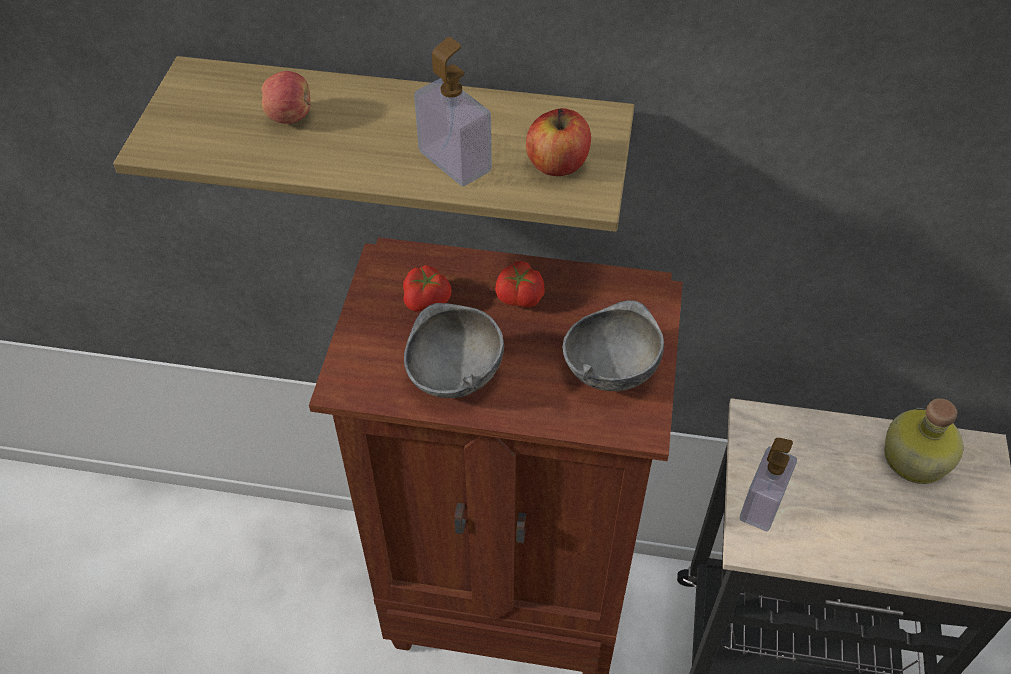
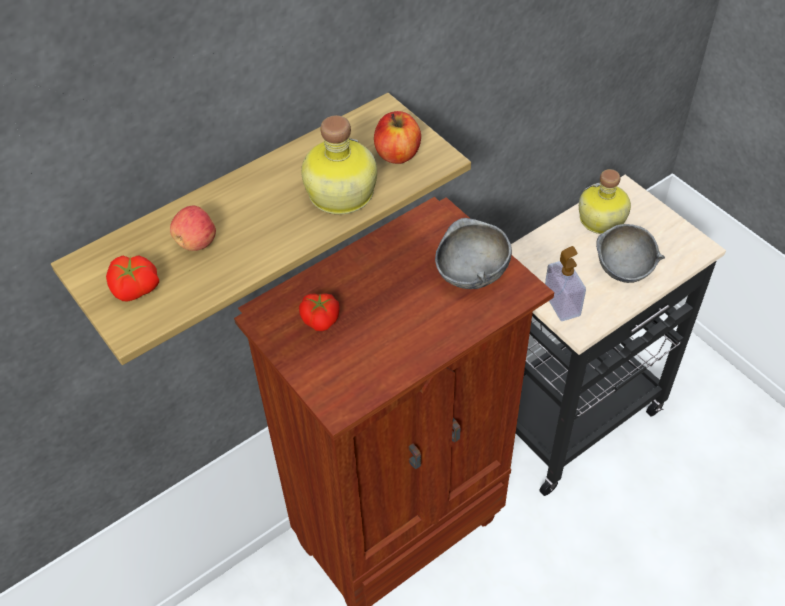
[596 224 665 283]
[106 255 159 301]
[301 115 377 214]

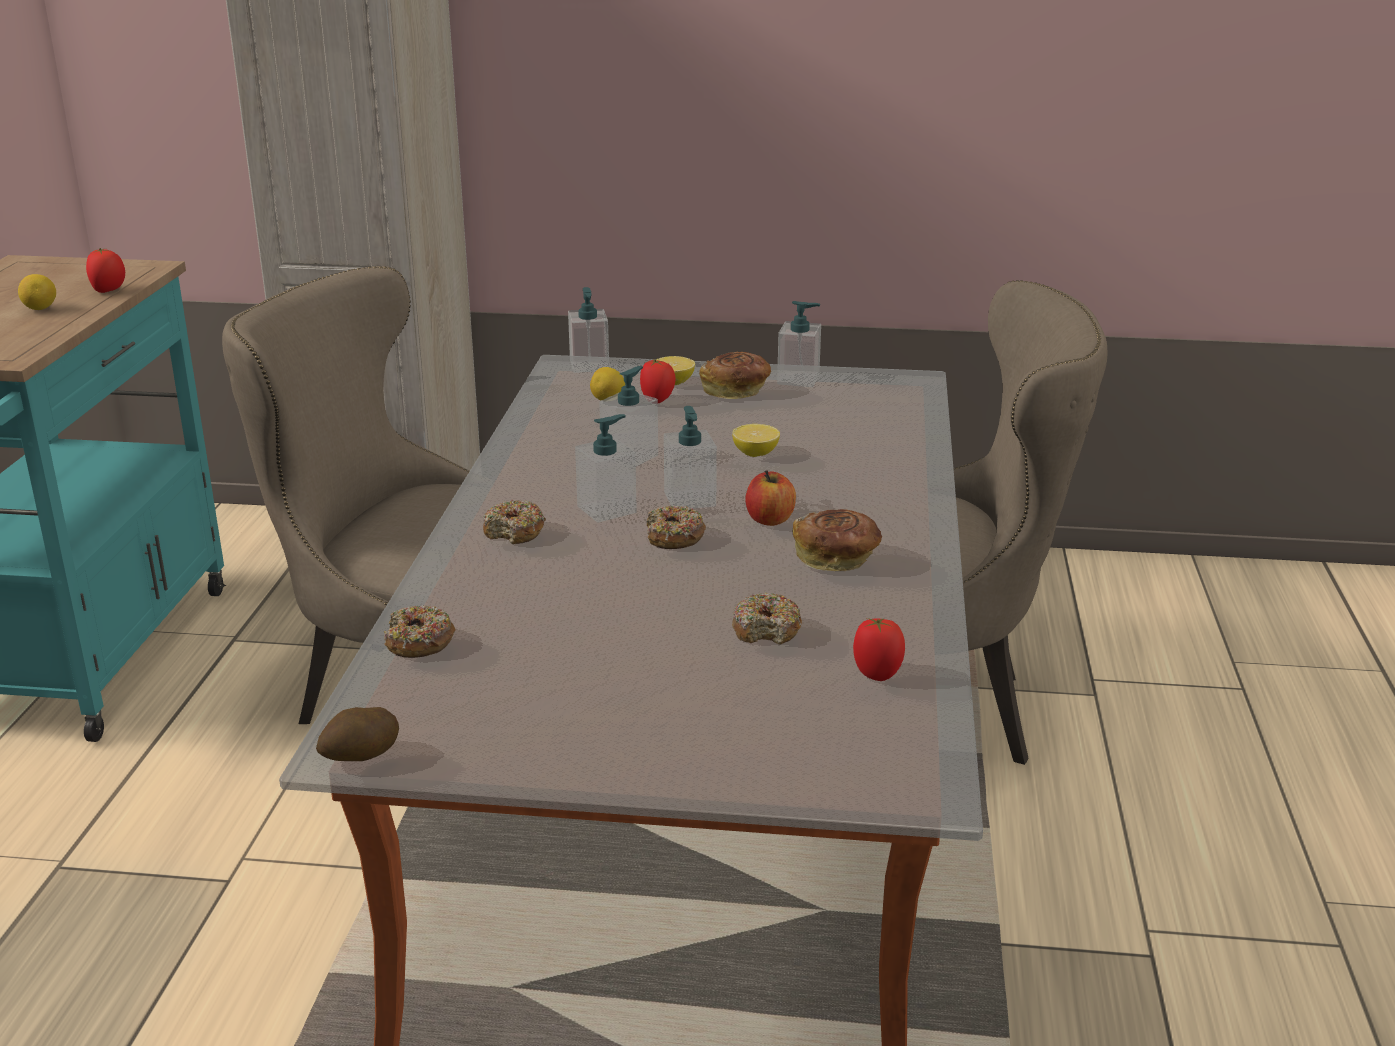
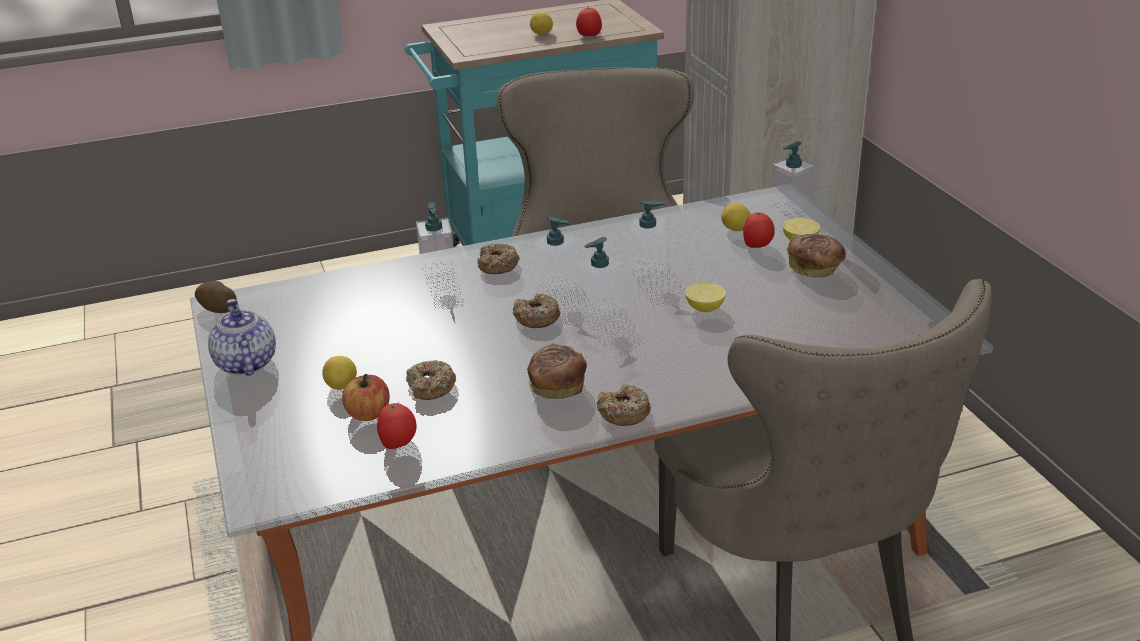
[208 299 276 376]
[322 356 357 390]
[597 384 651 426]
[342 374 390 421]
[416 202 456 278]

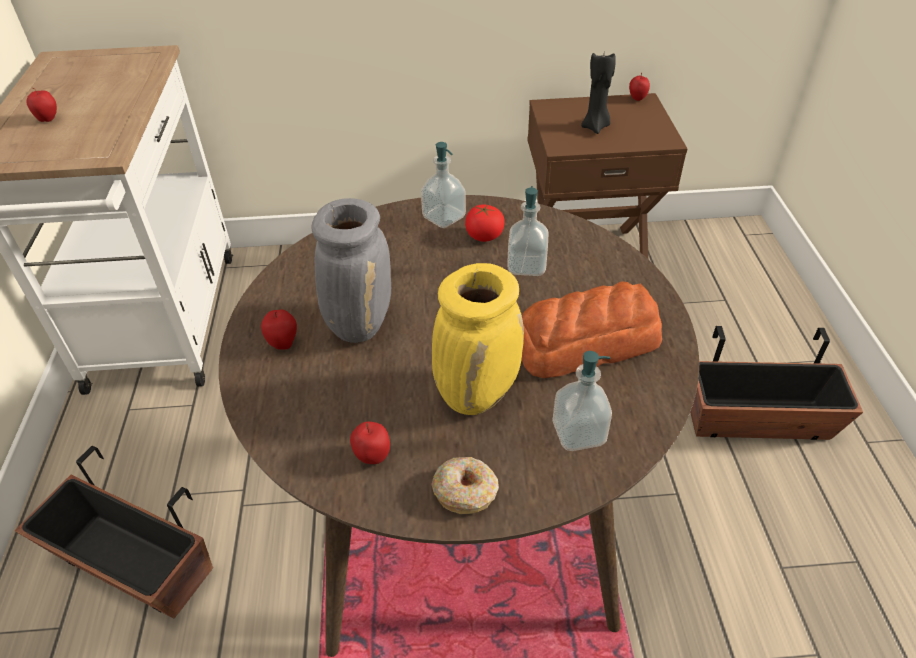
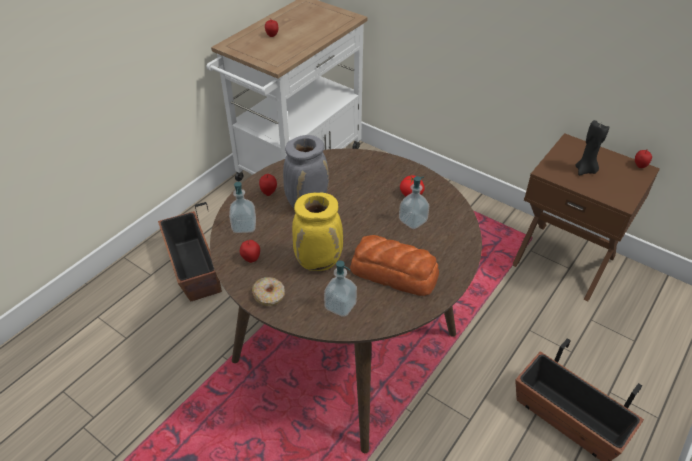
[229 182 256 233]

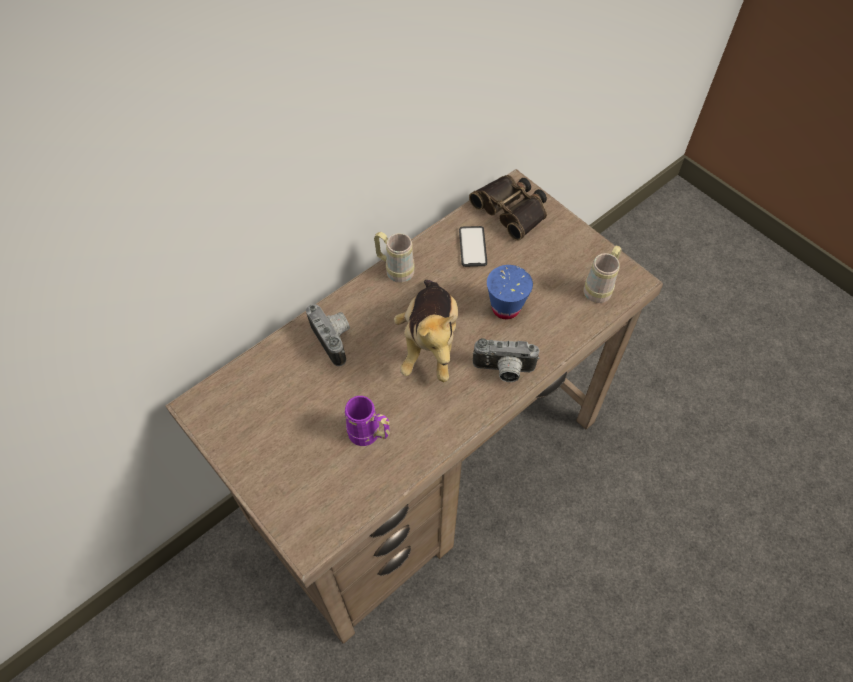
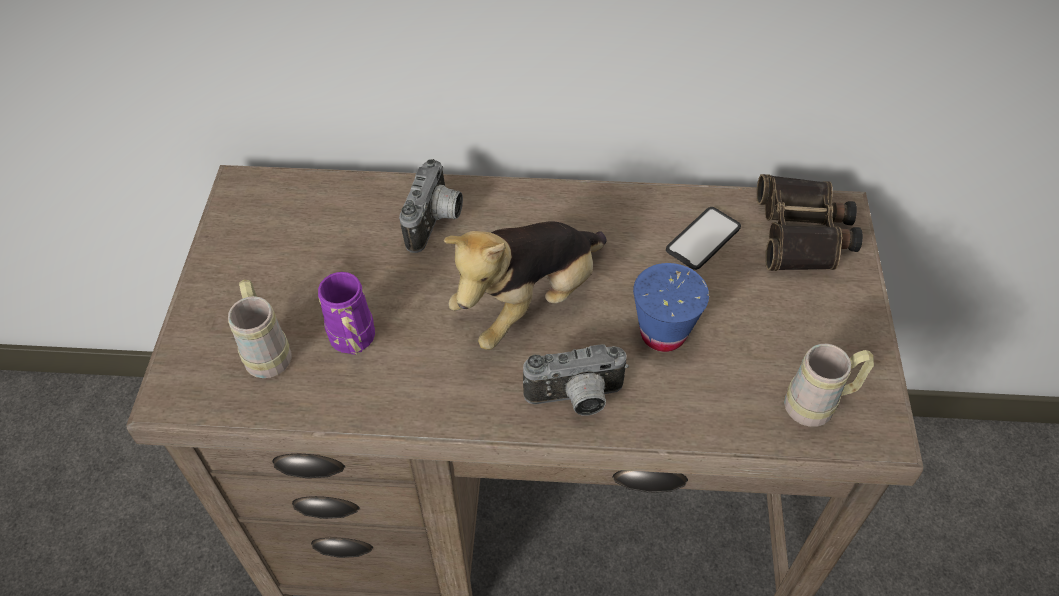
[228 279 292 378]
[523 344 629 416]

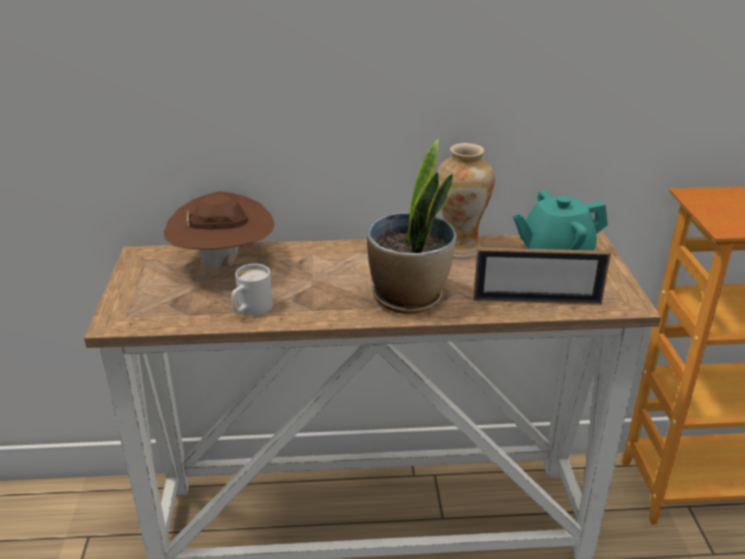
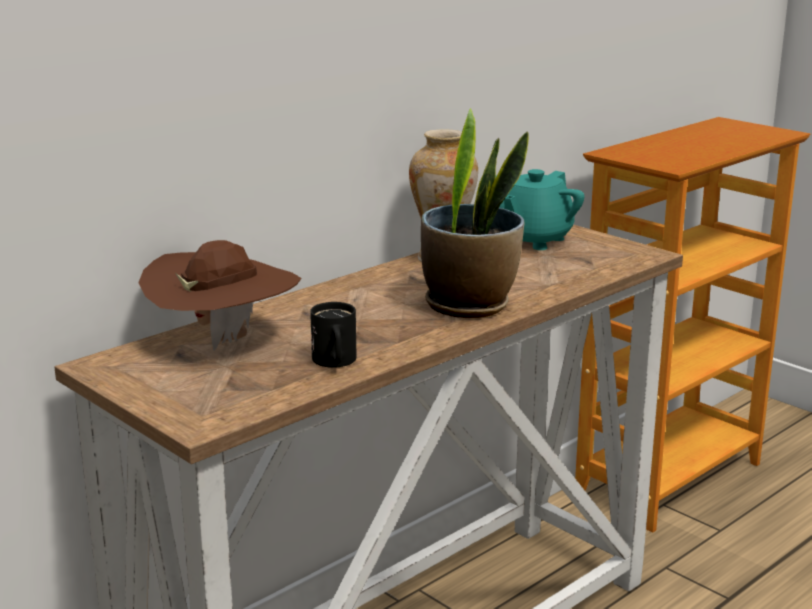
[474 247 611 305] (first image)
[310 302 356 368]

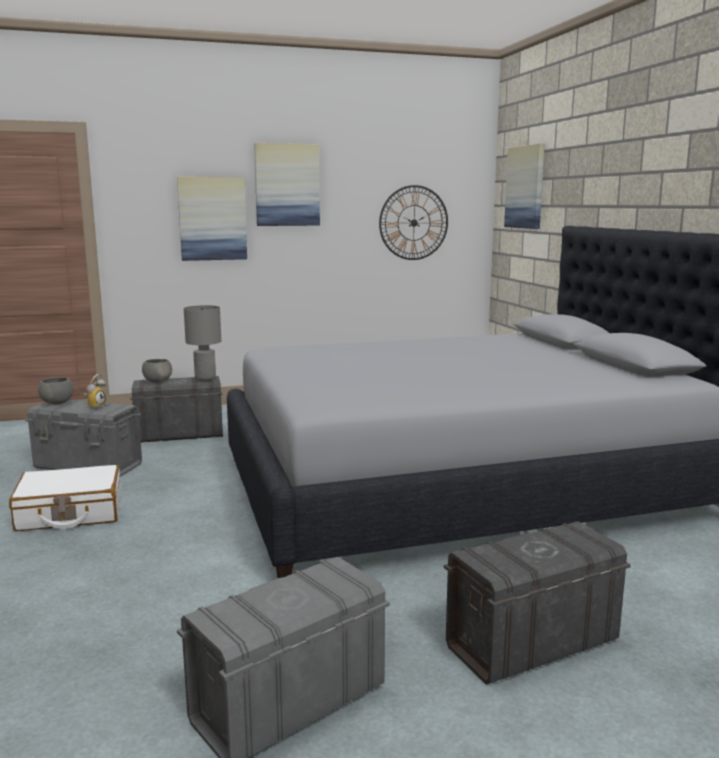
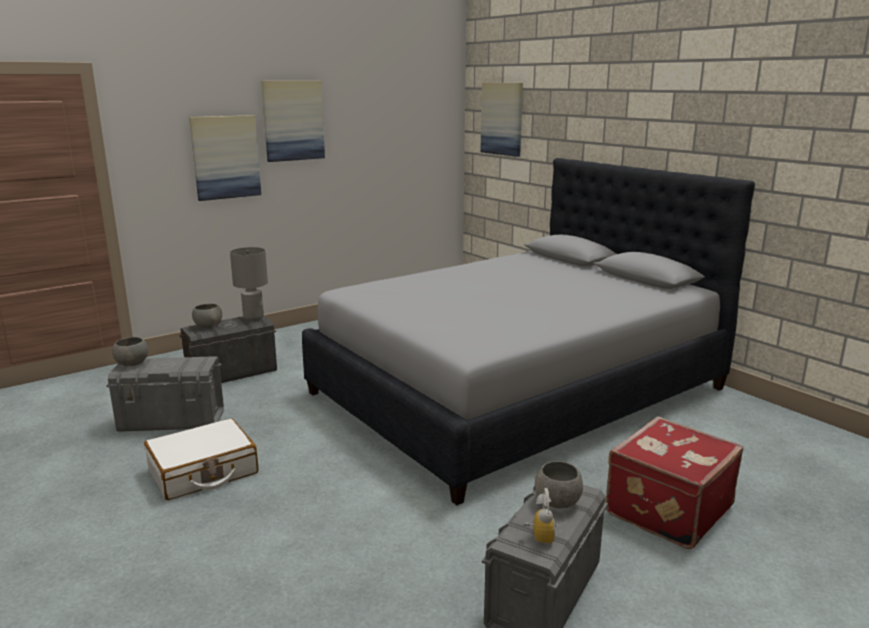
[379 185 448 260] (first image)
[535 461 583 508]
[523 488 556 545]
[605 416 744 549]

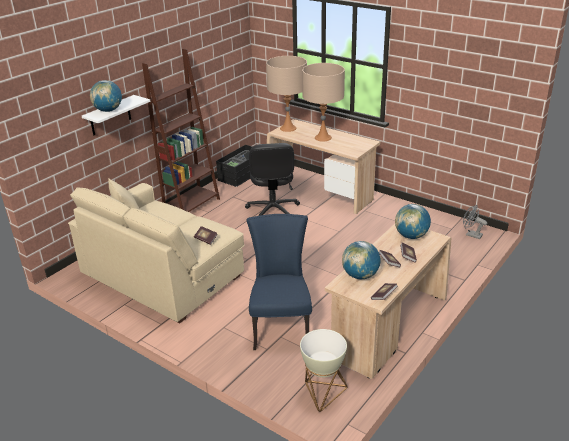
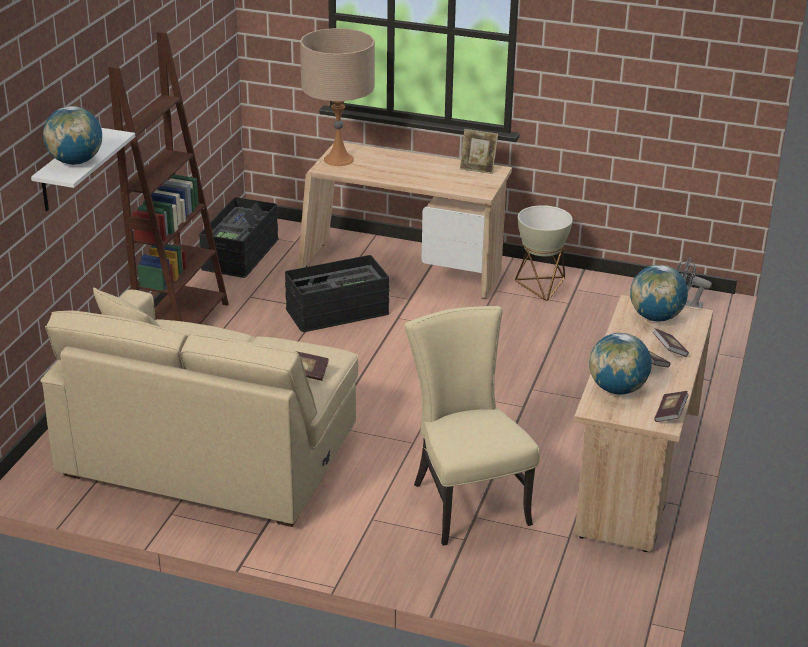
[302 63 345 142] (first image)
[460 129 498 174]
[515 205 573 301]
[285 255 389 332]
[404 306 540 546]

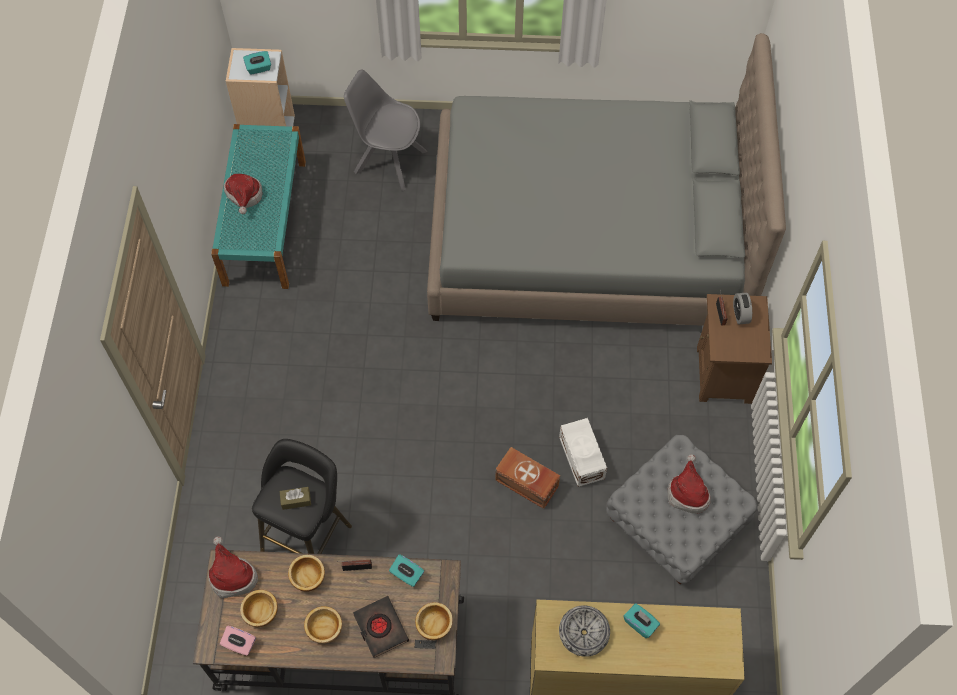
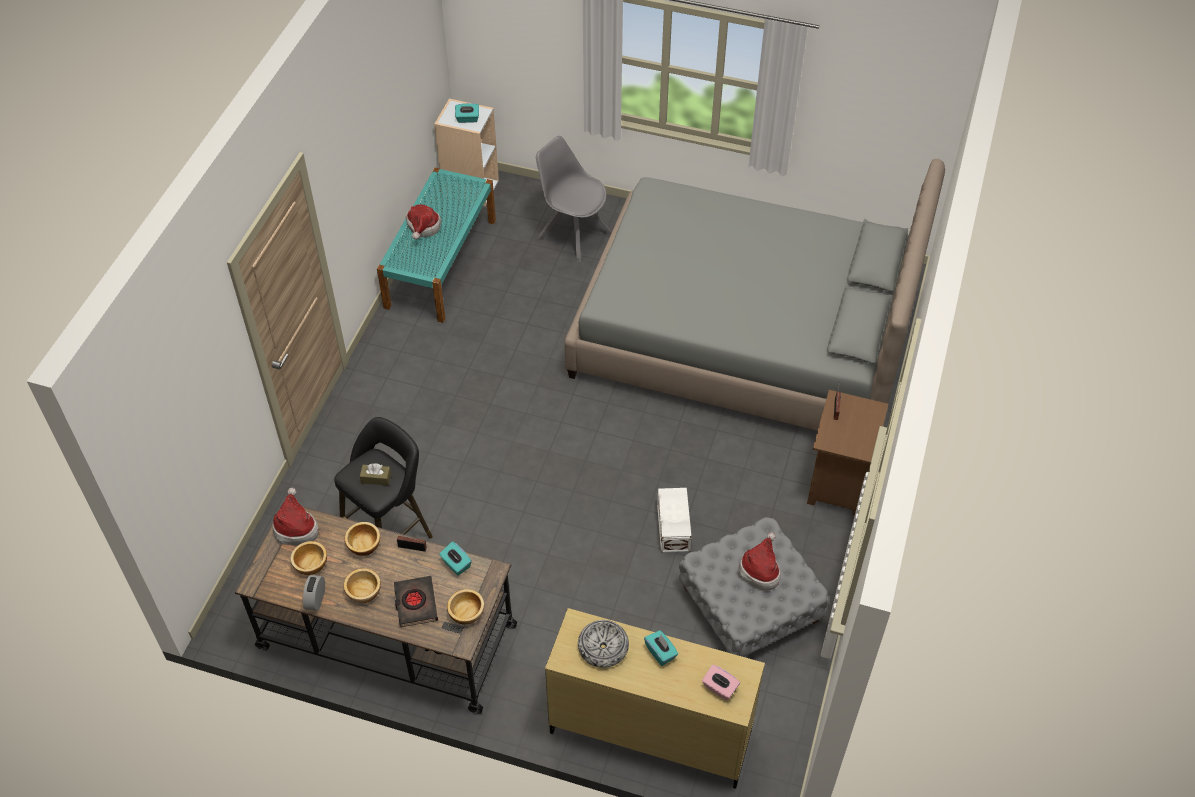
[495 447 560 509] (first image)
[702 665 740 700]
[303 575 325 611]

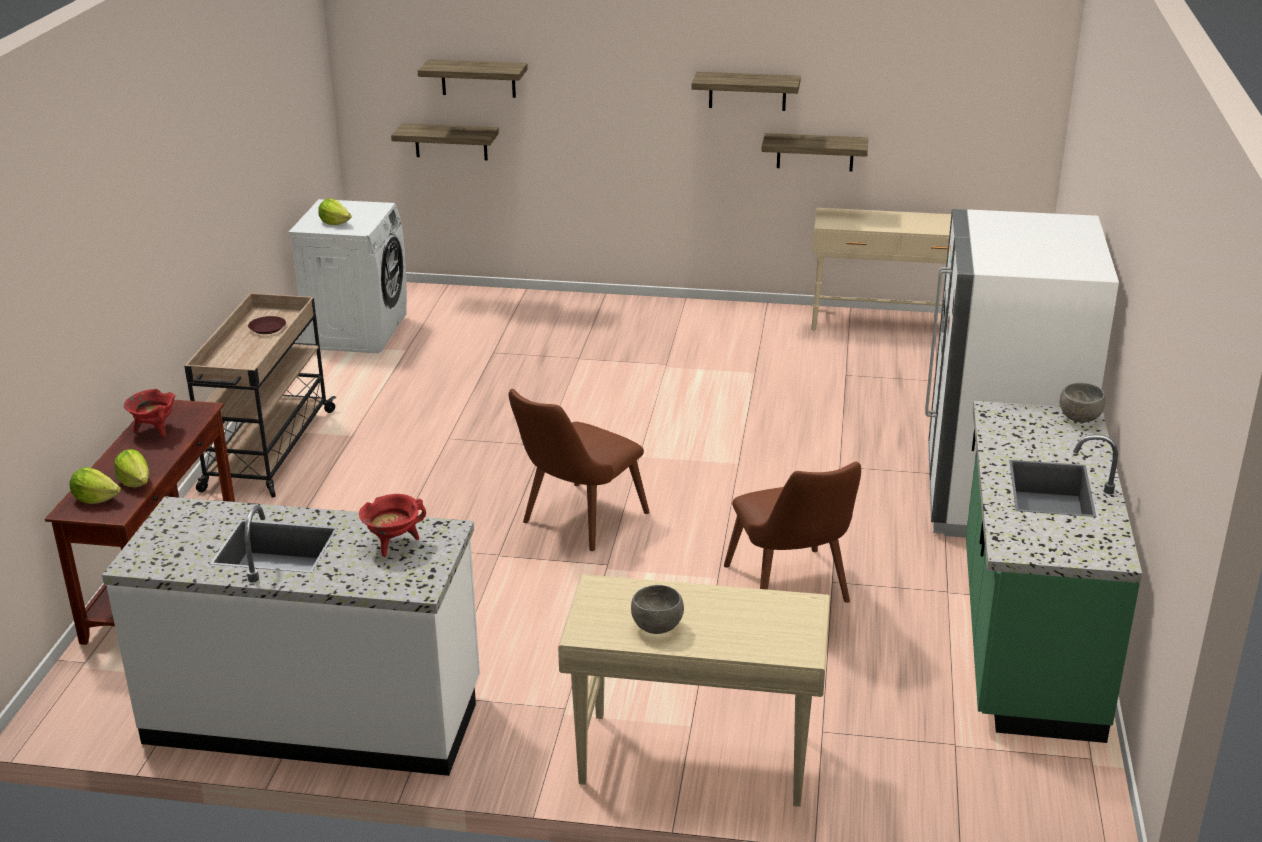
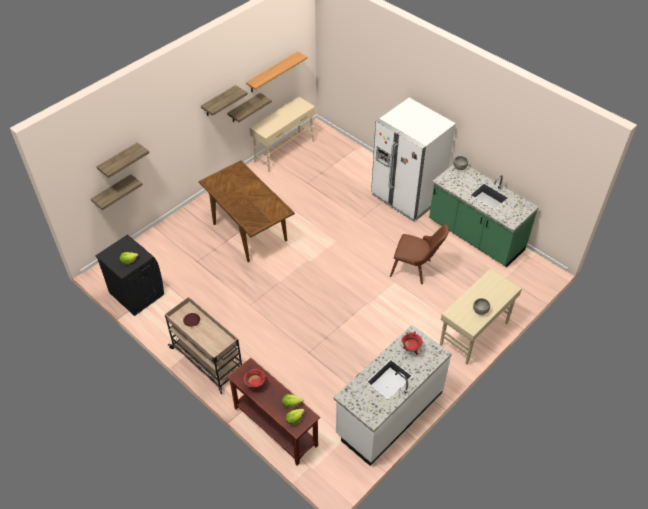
[509 389 650 551] (first image)
[199 161 295 262]
[246 52 307 92]
[95 234 164 316]

